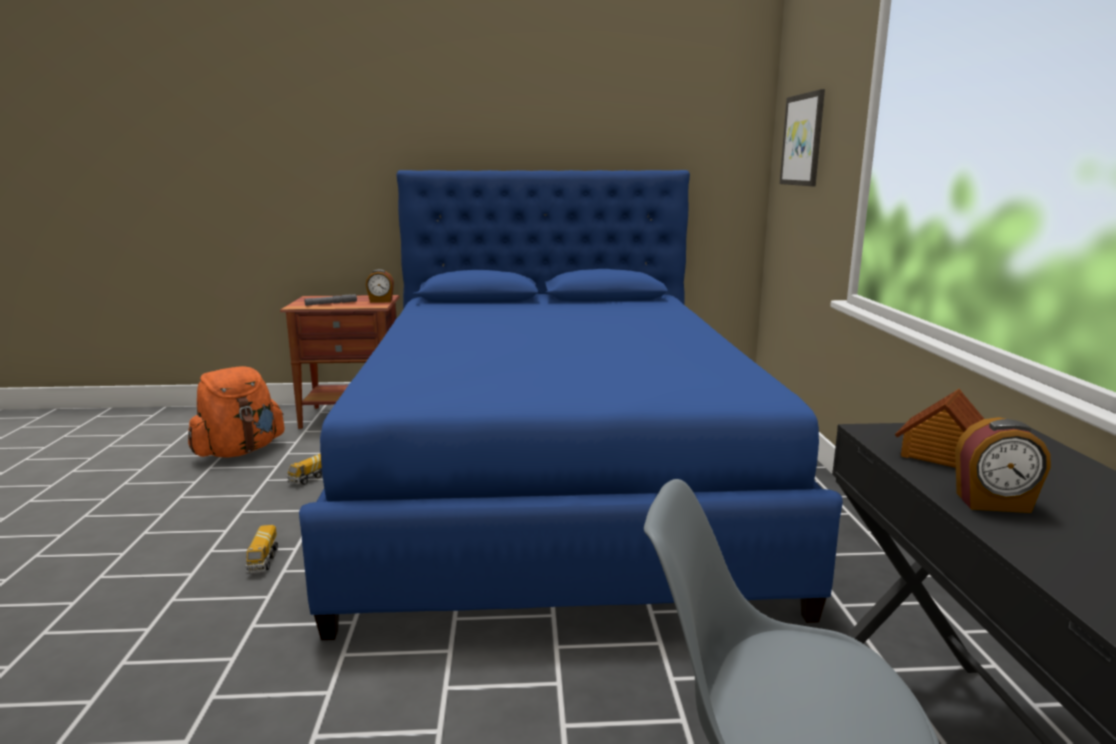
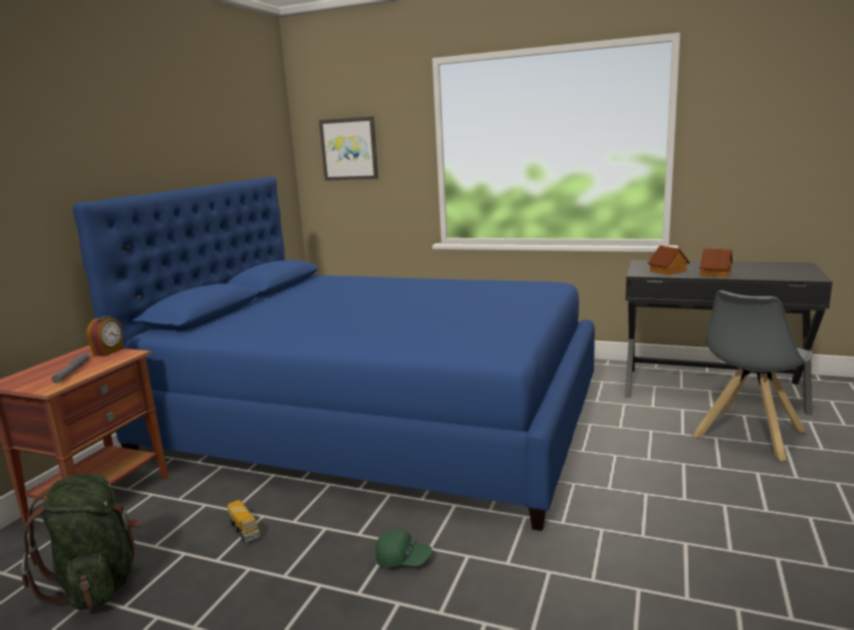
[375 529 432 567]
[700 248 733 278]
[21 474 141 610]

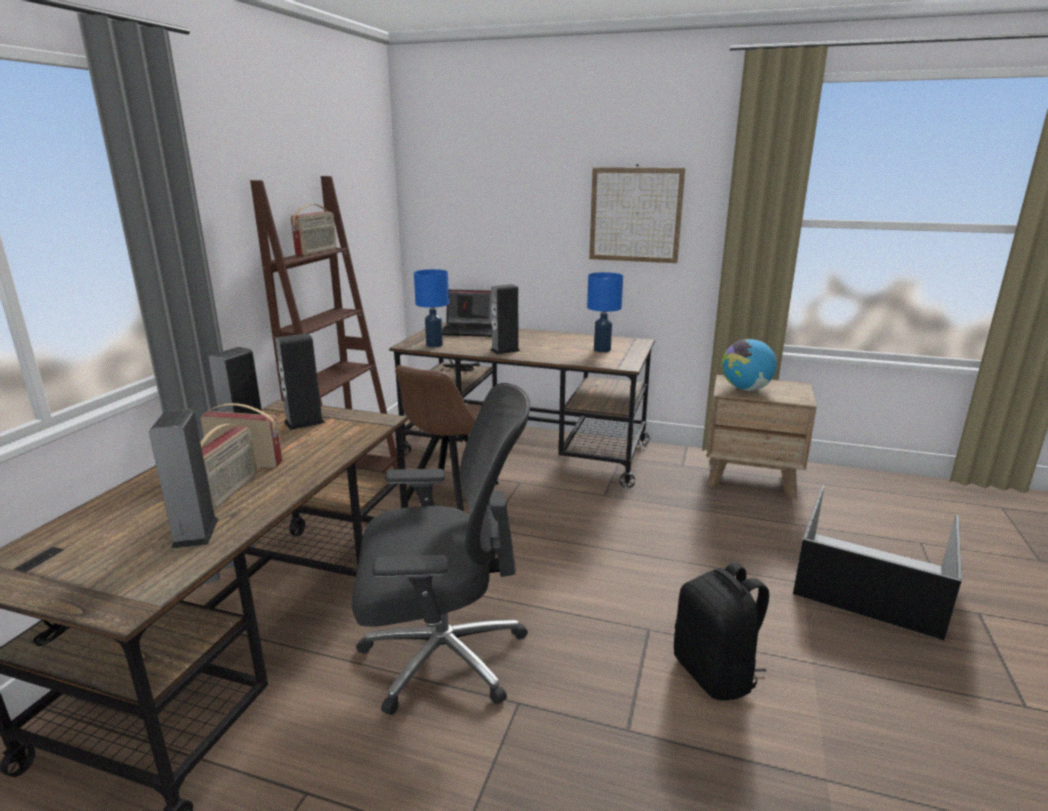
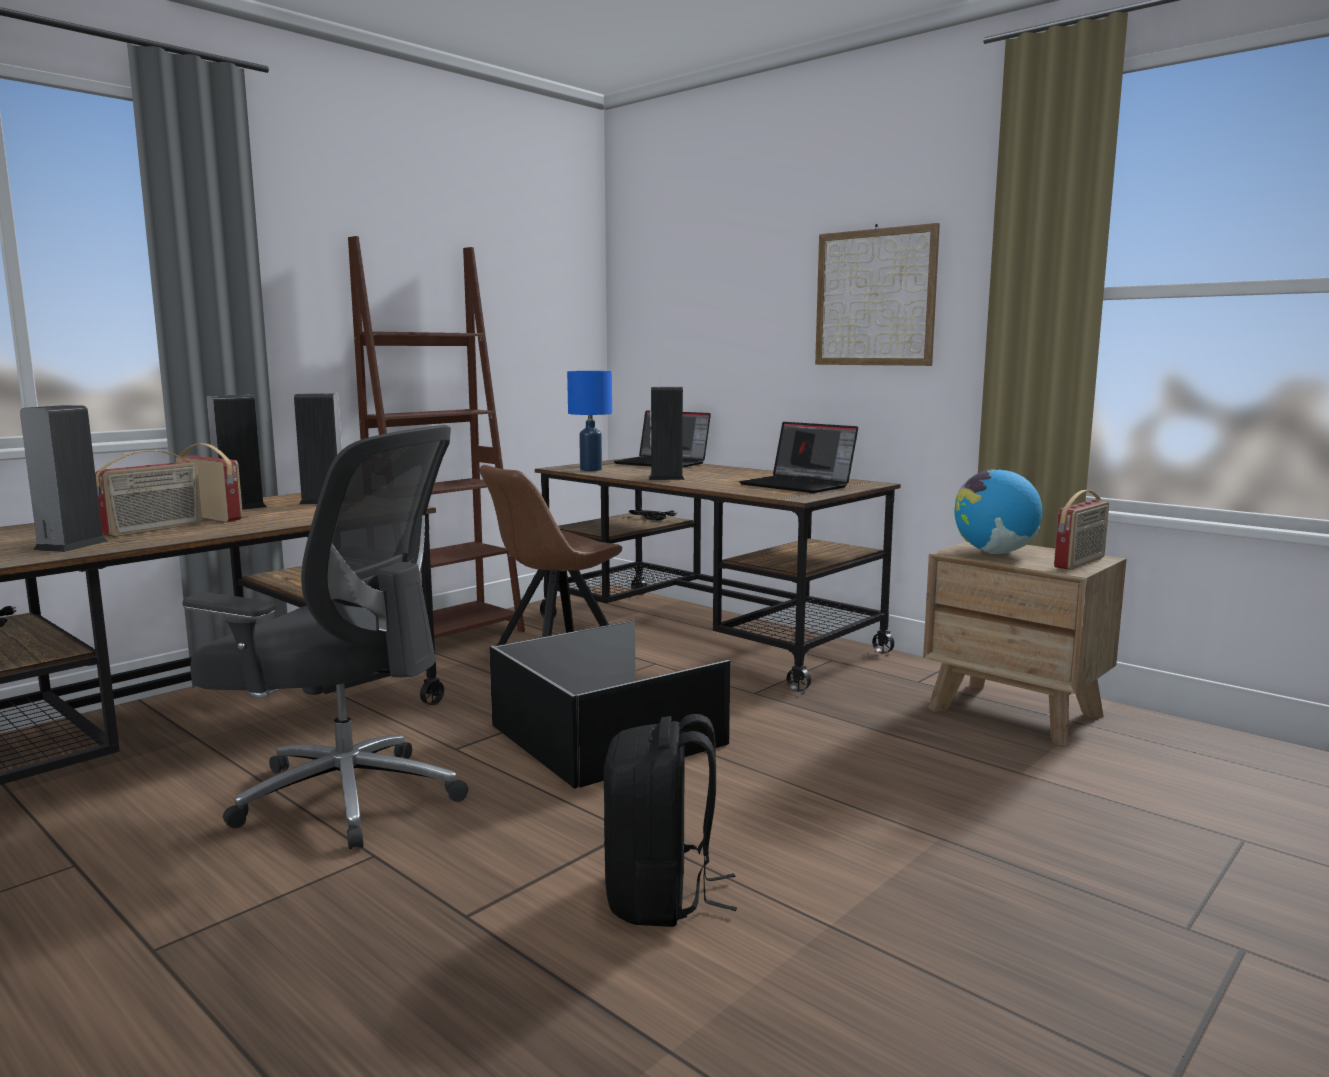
[1054 490 1109 570]
[489 620 730 789]
[739 422 858 493]

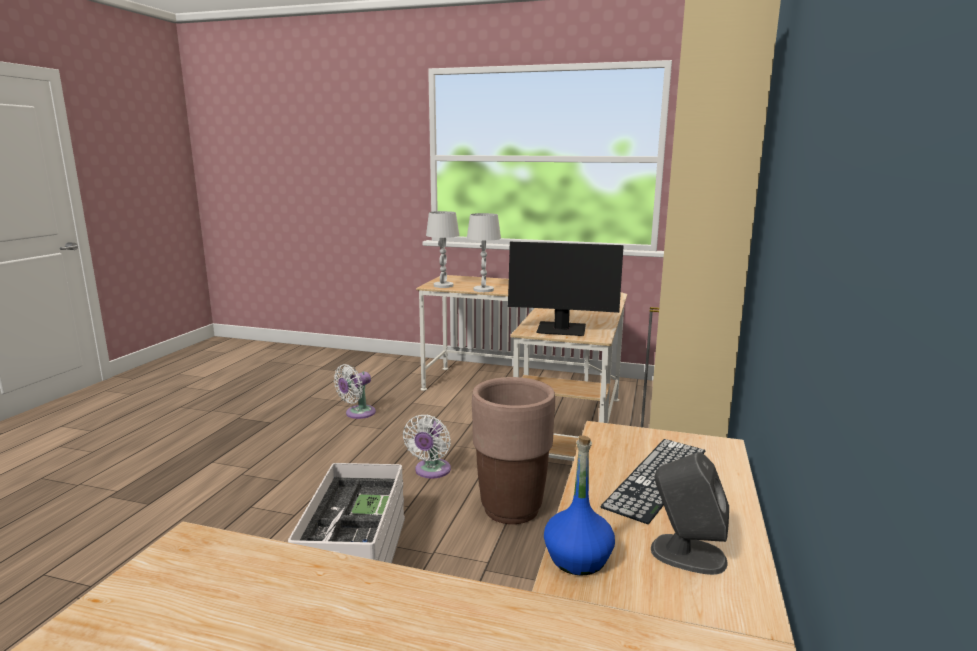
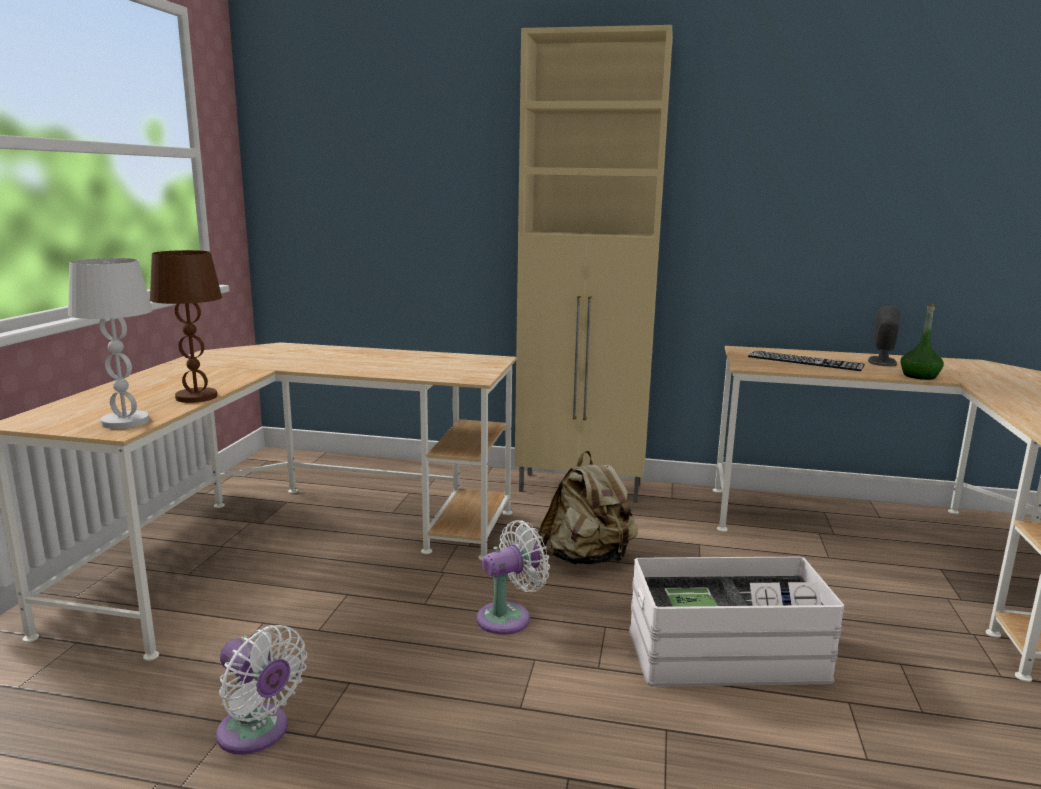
[508 242 624 336] (first image)
[539 451 638 565]
[150 250 222 403]
[900 304 944 380]
[476 520 550 635]

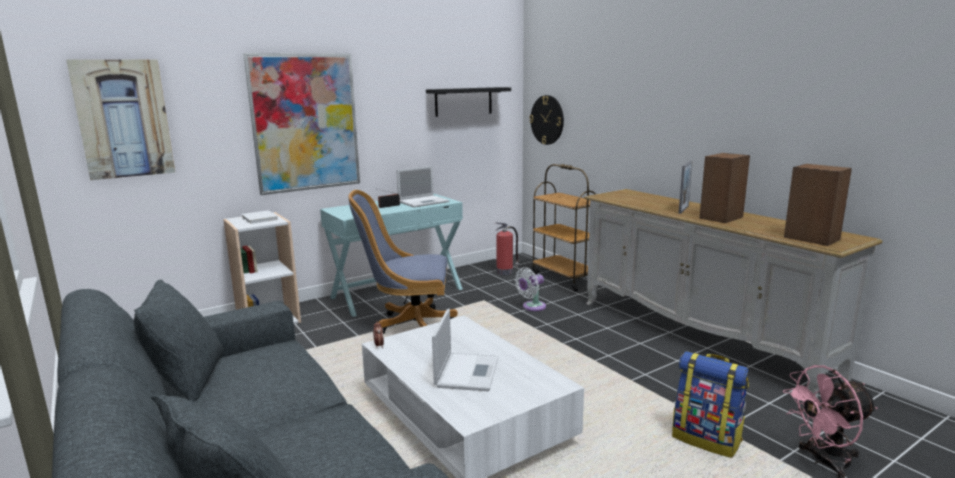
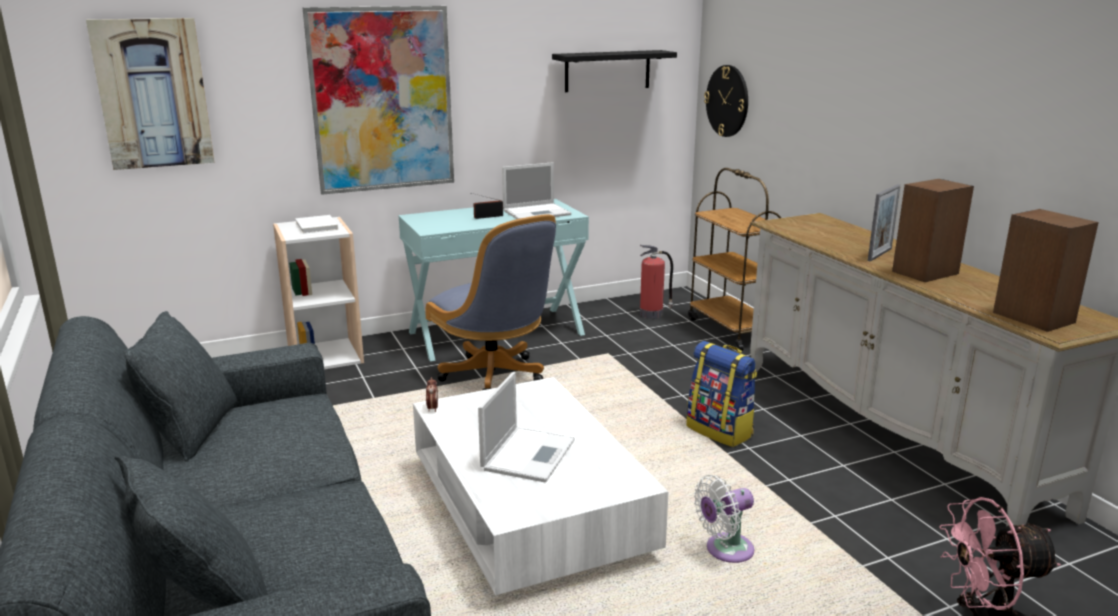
[694 475 754 563]
[686 341 757 447]
[425 214 556 390]

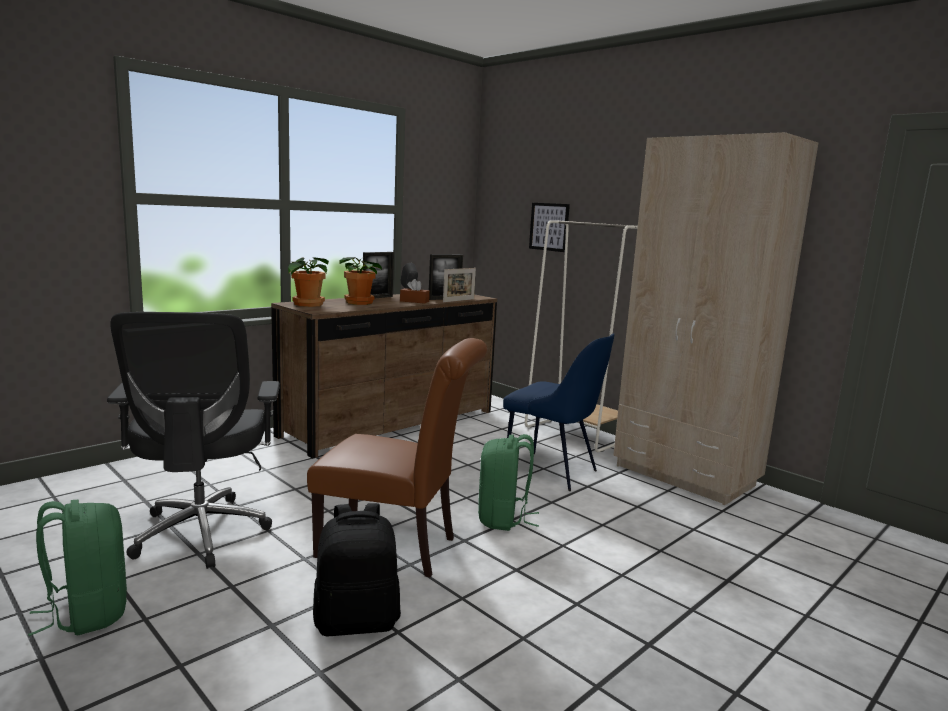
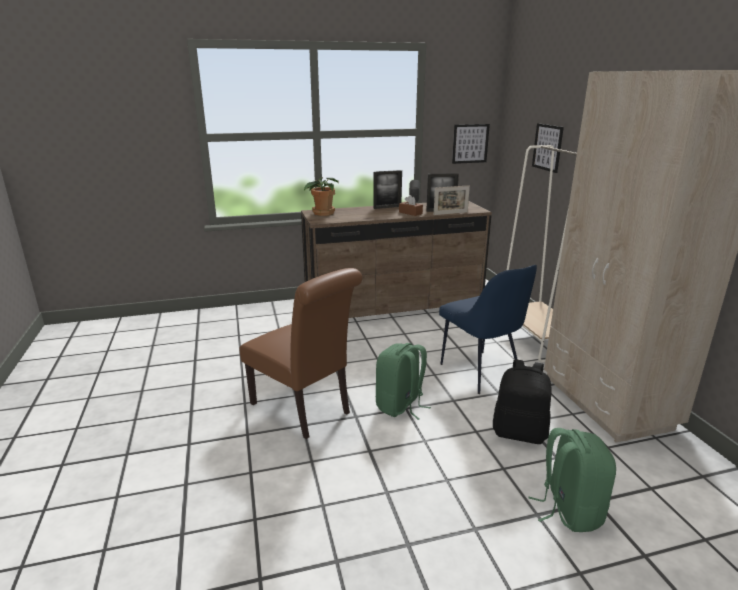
[107 312 280 569] (first image)
[339 257 382 305] (first image)
[452 124 490 164]
[529 428 616 532]
[493 359 551 444]

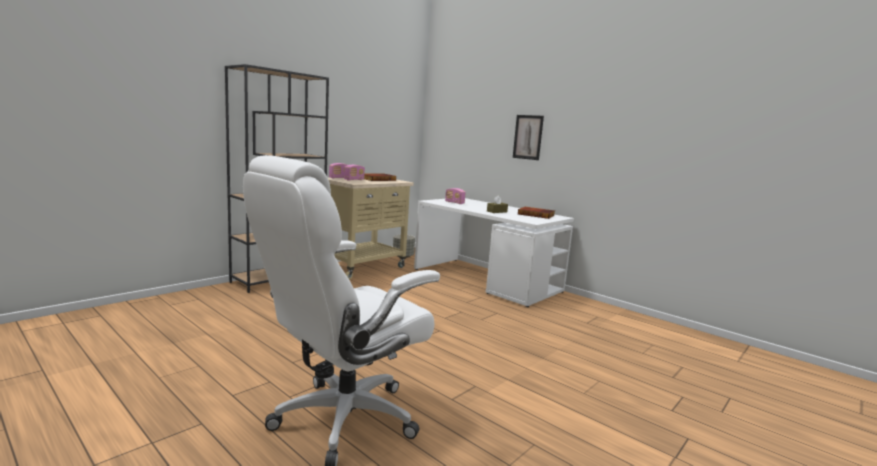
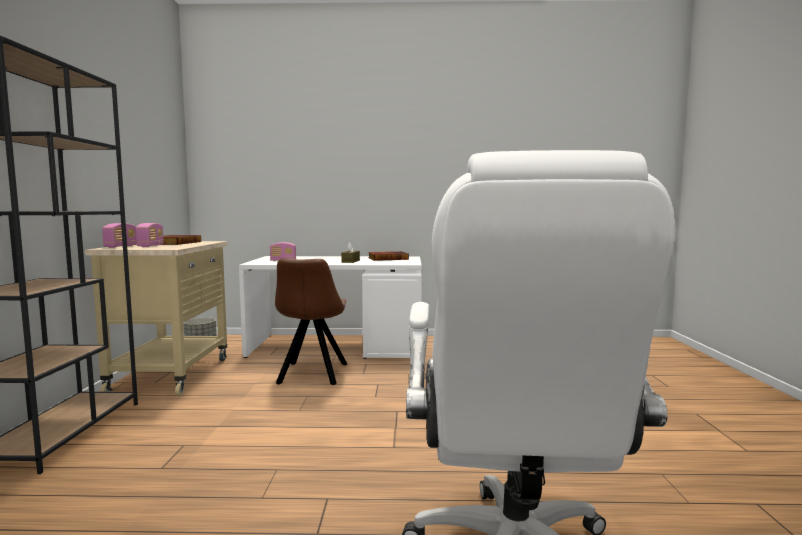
[513 115 544 160] (first image)
[275 259 347 385]

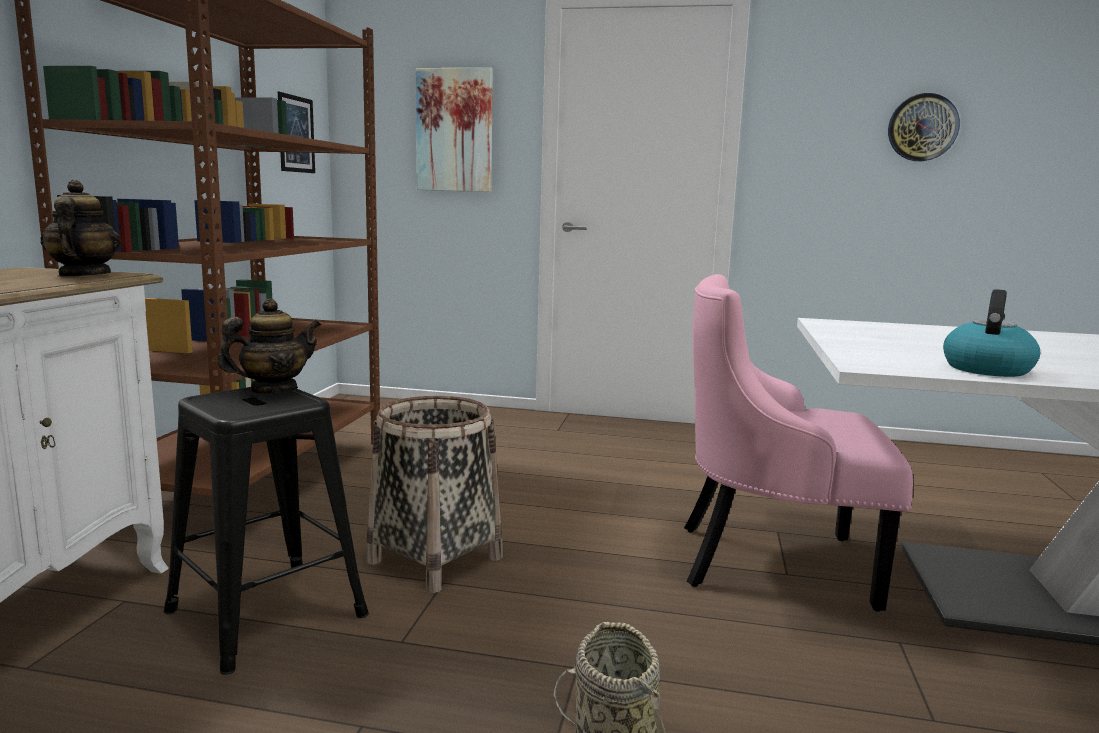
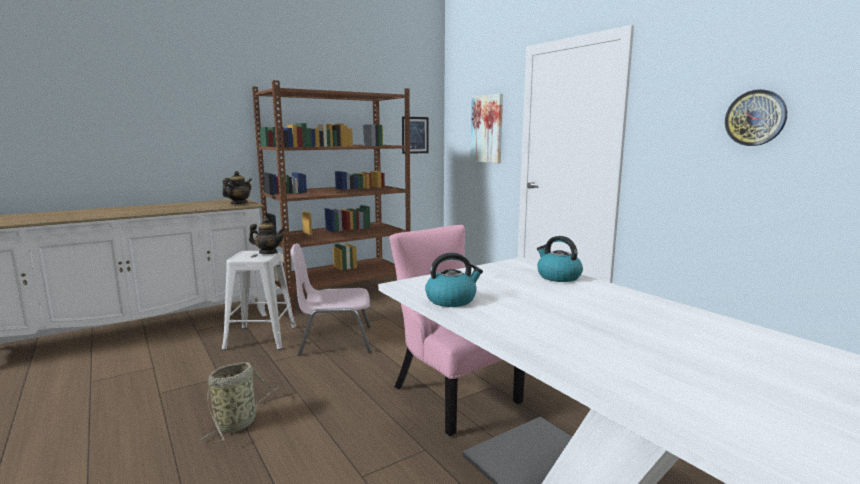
[537 236 583 282]
[290 243 372 356]
[222 251 296 350]

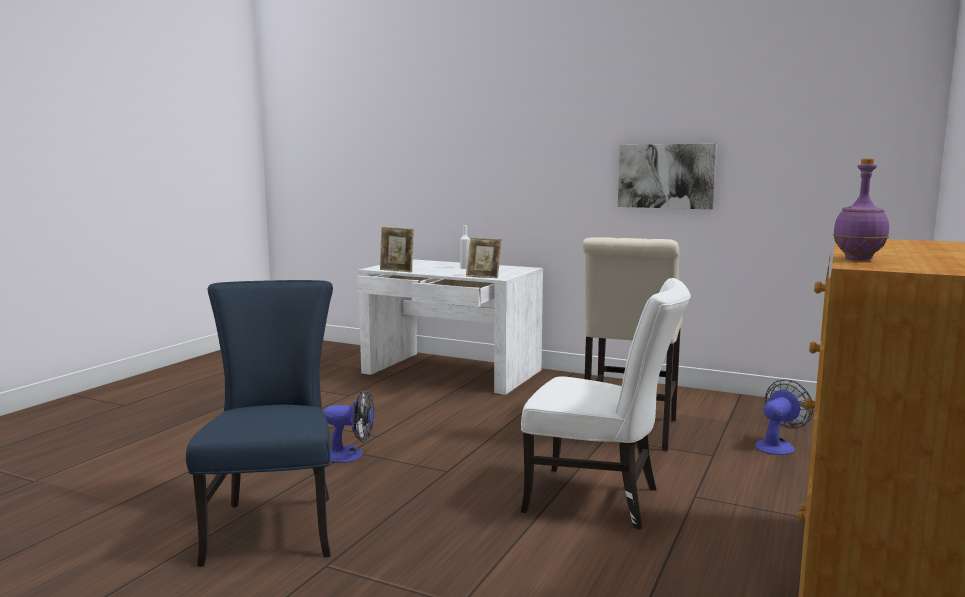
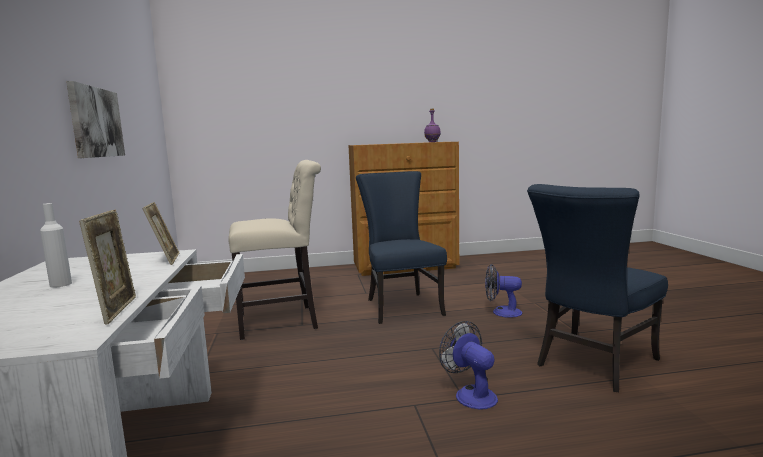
[485 264 522 318]
[356 171 447 324]

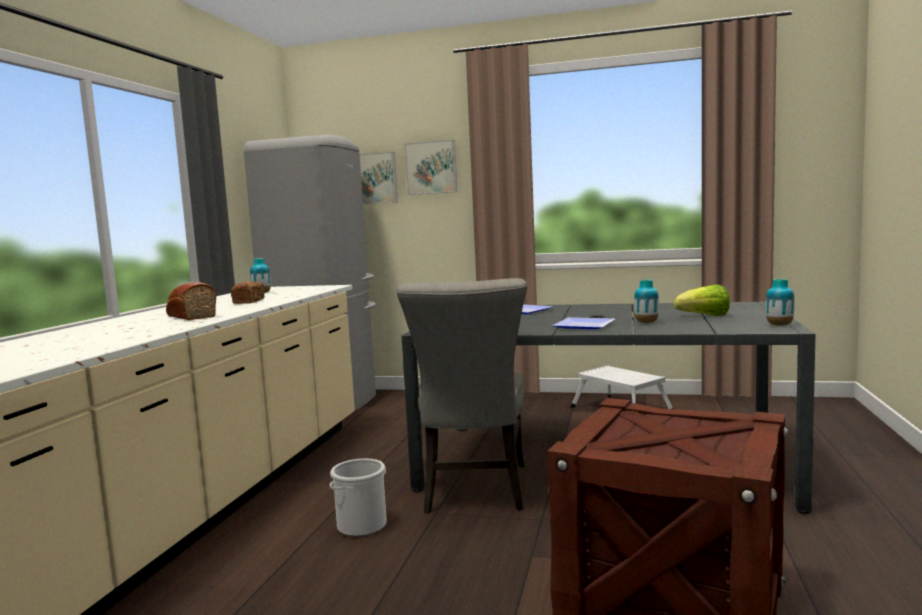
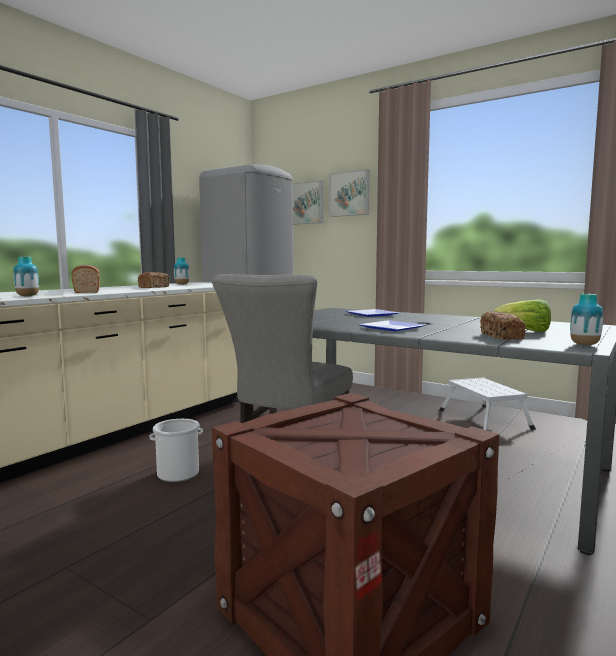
[480 311 525 340]
[13 257 39 297]

